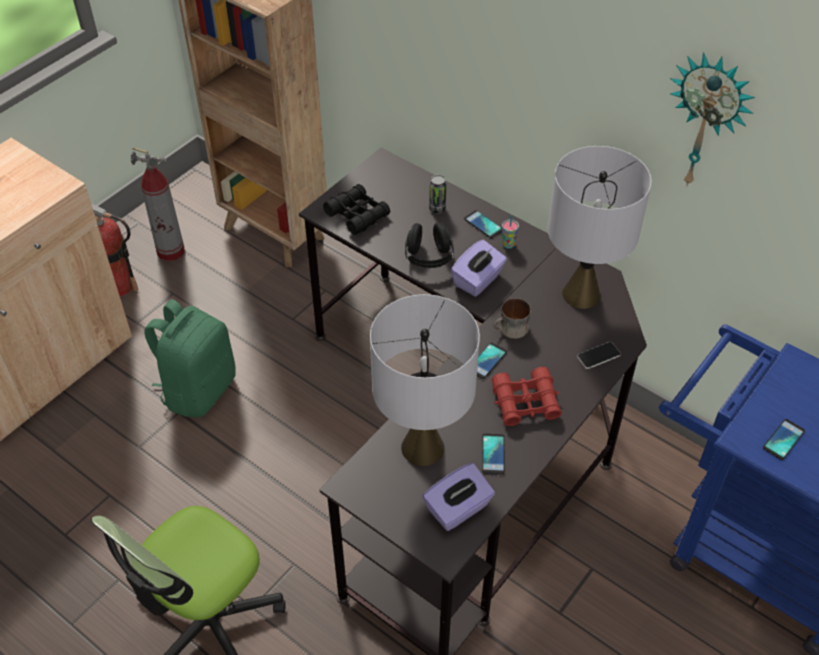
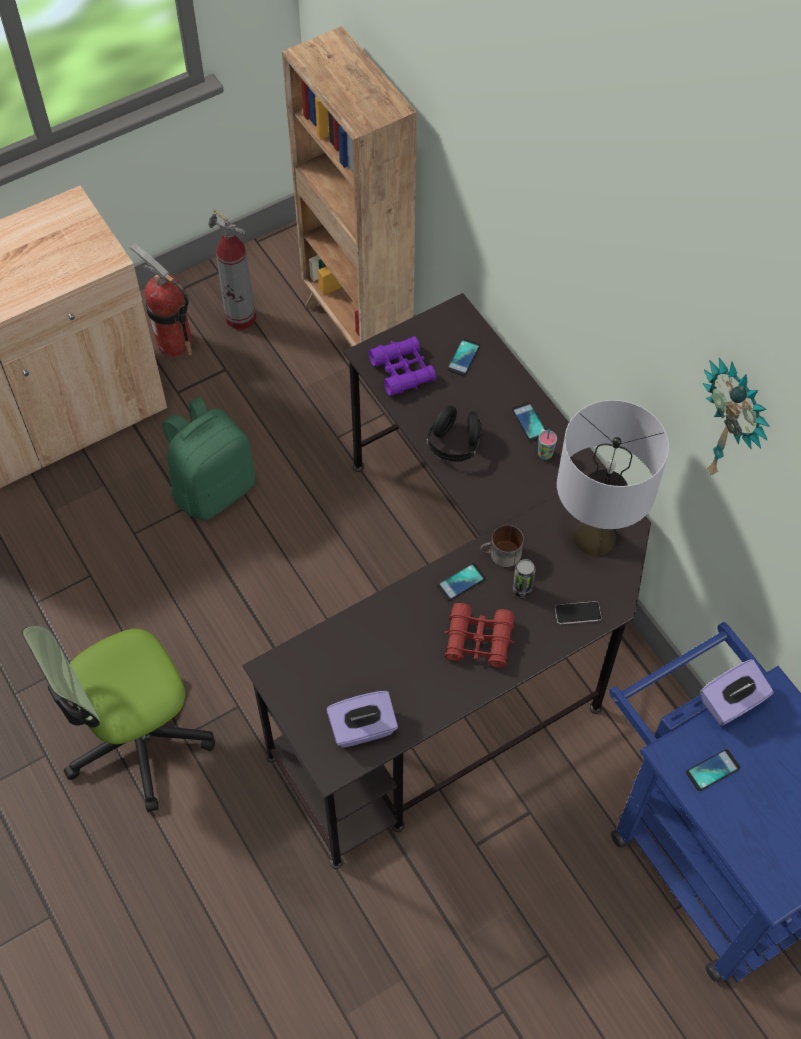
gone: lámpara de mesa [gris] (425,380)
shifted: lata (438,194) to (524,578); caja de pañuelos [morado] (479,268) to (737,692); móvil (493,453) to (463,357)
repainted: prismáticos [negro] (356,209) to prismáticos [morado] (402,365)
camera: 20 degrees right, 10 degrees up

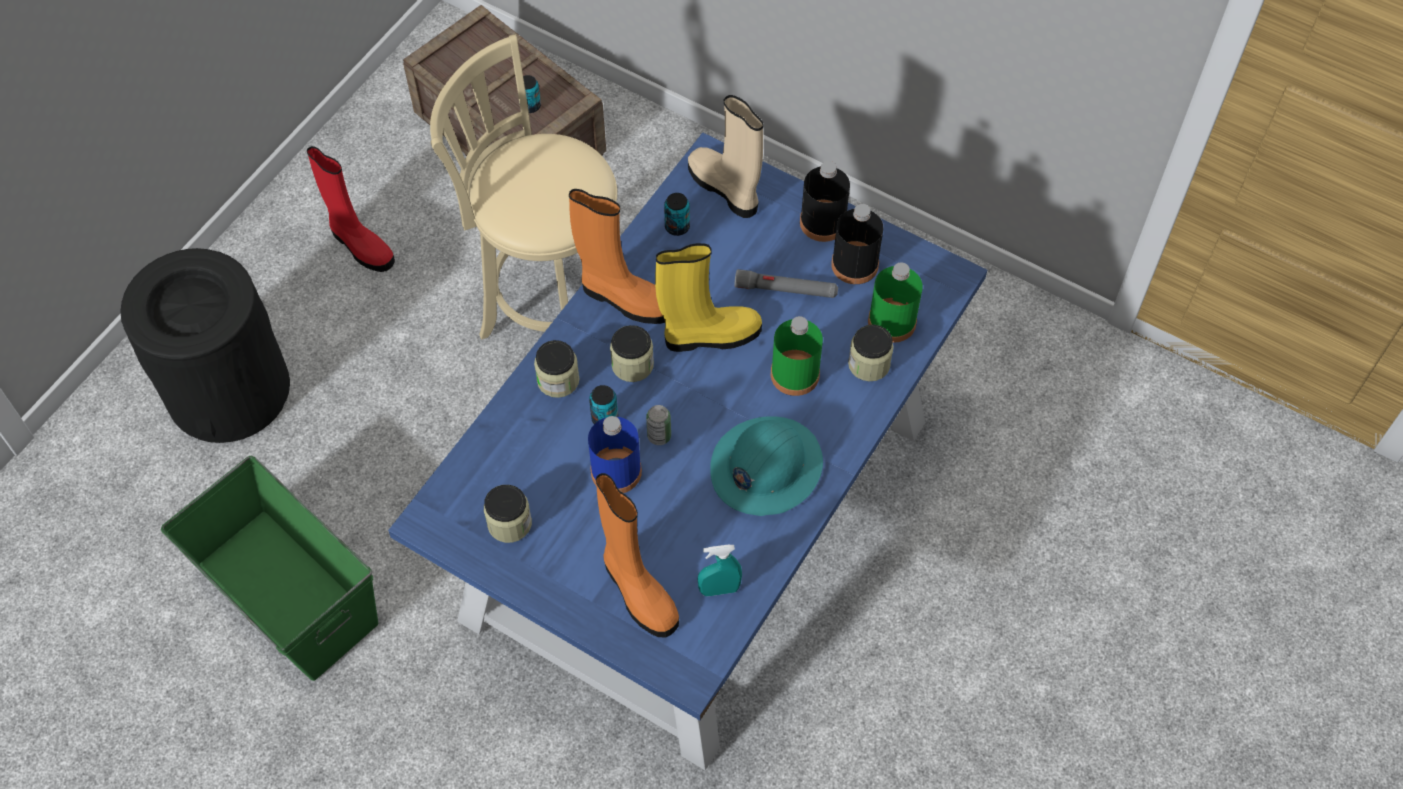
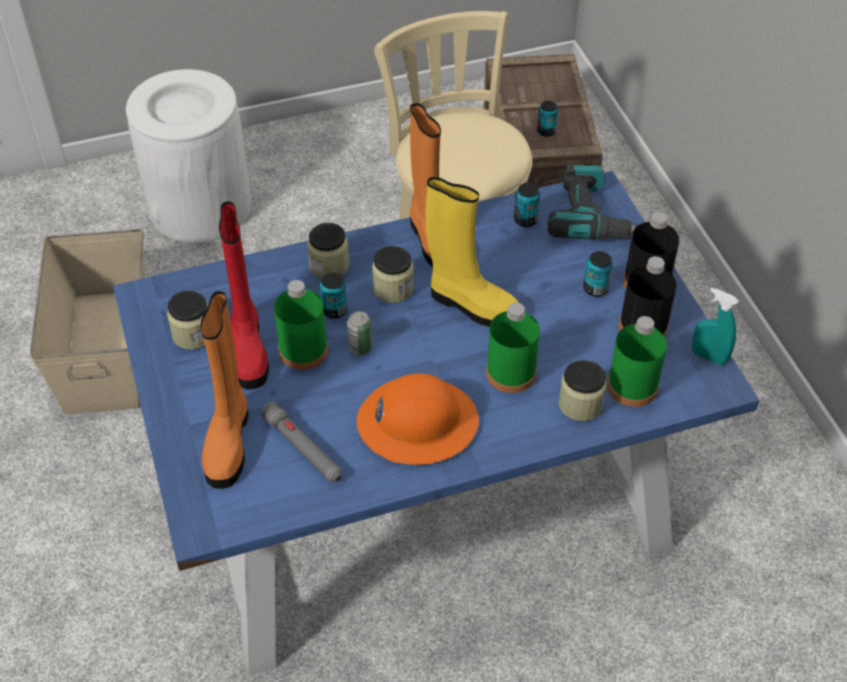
new: lata (598,274)
shifted: bota [rojo] (351,209) to (244,295); pulverizador [turquesa] (720,570) to (715,326); linterna [gris] (786,283) to (301,442)
swapped: bota [beis] (725,156) to taladro (592,202)
repainted: papelera [negro] (205,345) to papelera [blanco] (188,156); caja de almacenaje [verde] (269,568) to caja de almacenaje [beis] (87,322); botella [azul] (615,454) to botella [verde] (301,325); casco [turquesa] (766,466) to casco [naranja] (417,419)
camera: 40 degrees right, 10 degrees down

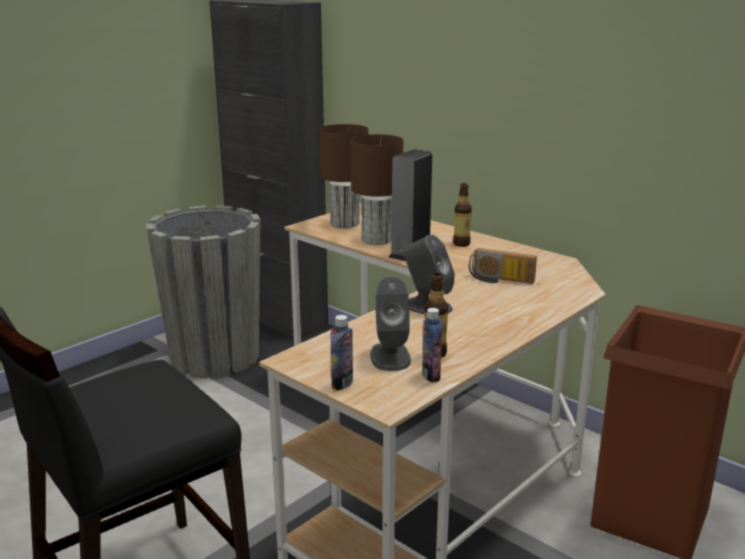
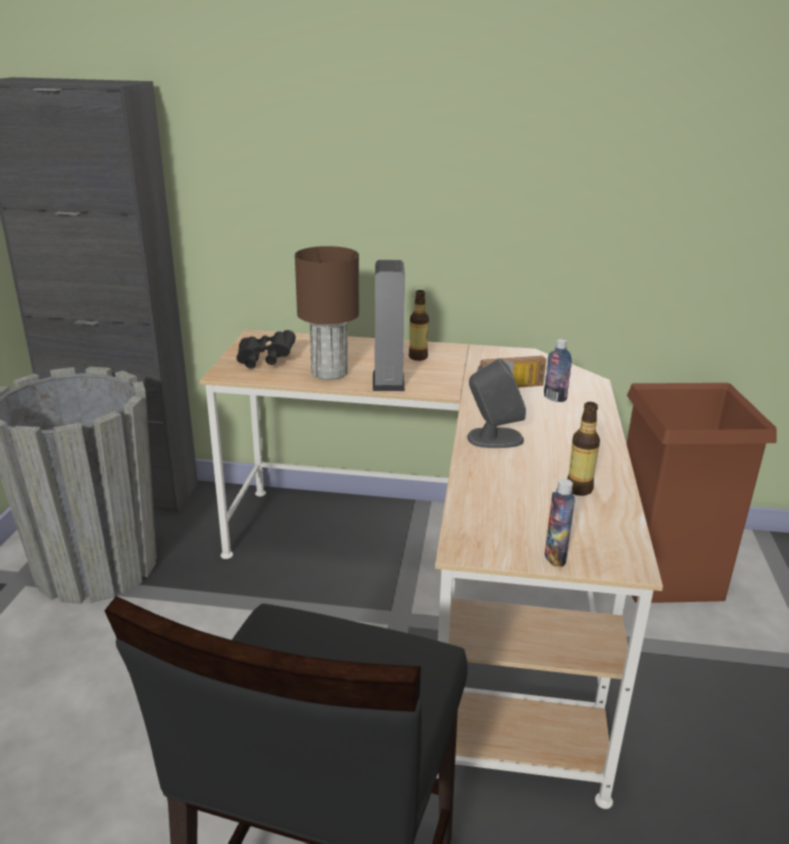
gone: altavoz [gris] (390,323)
shifted: botella (432,345) to (558,370)
swapped: lámpara de mesa [marrón] (344,176) to prismáticos [negro] (266,349)
camera: 35 degrees left, 5 degrees up

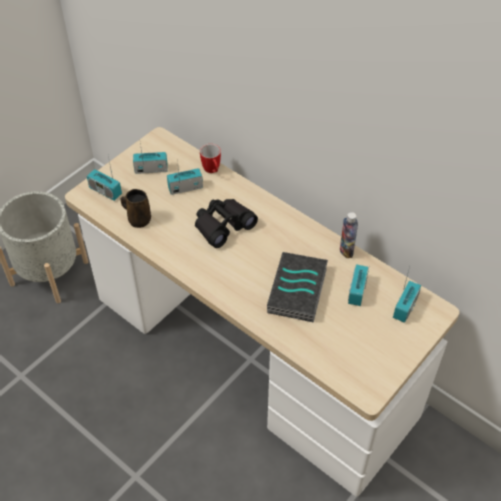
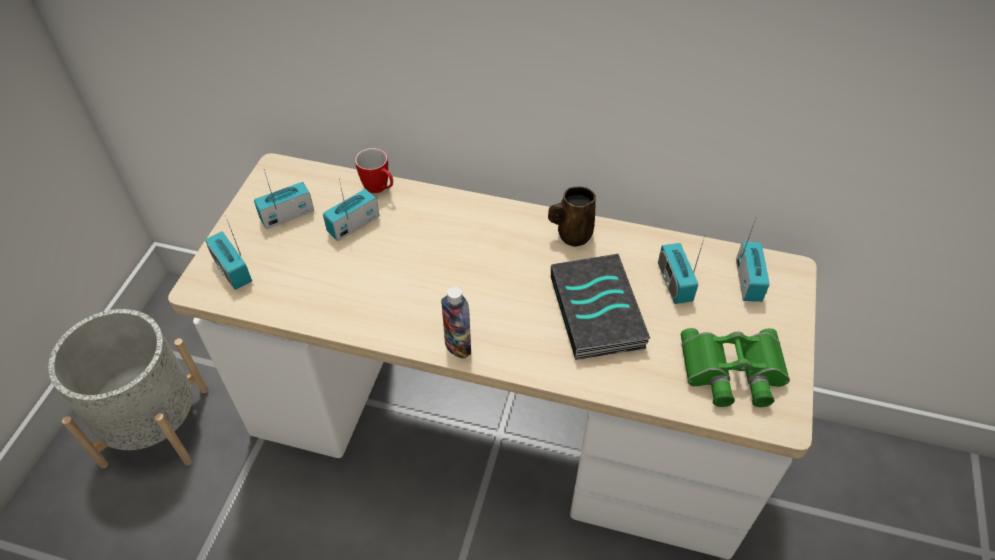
gone: prismáticos [negro] (226,223)
new: prismáticos [verde] (735,367)
shifted: taza grande [marrón] (136,208) to (572,216); botella (349,235) to (456,322)
rotated: radio (104,178) = (228,252) 45 degrees clockwise
camera: 25 degrees left, 0 degrees up

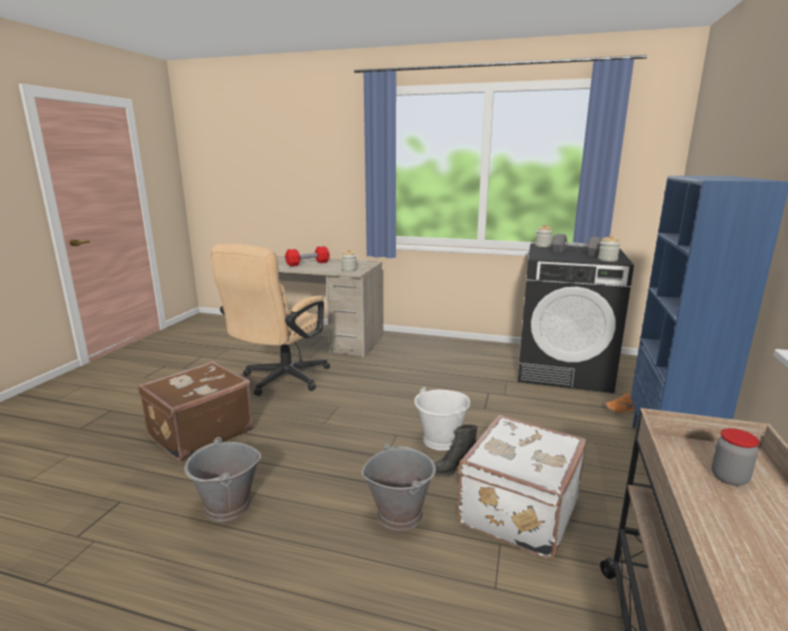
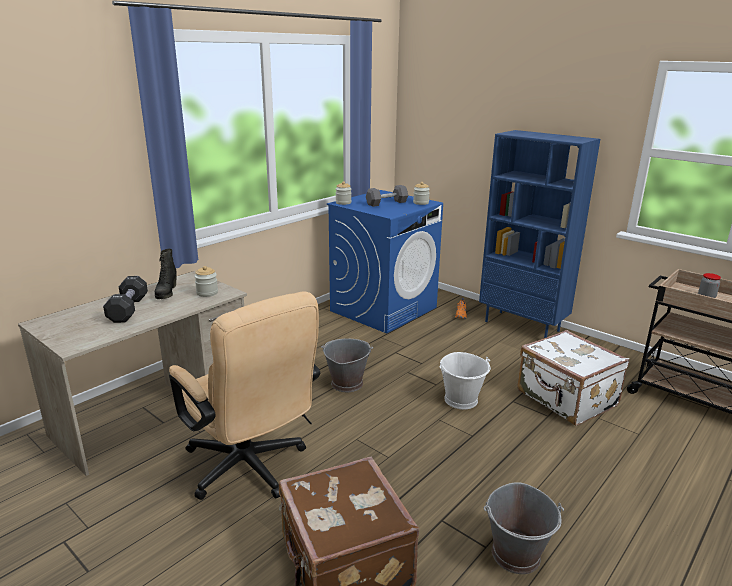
shifted: cubo [gris] (399,487) to (347,365); bota [negro] (455,450) to (166,274)
repainted: mancuerna [rojo] (307,256) to mancuerna [negro] (125,299); lavadora [negro] (576,318) to lavadora [azul] (385,262)
camera: 65 degrees left, 5 degrees up

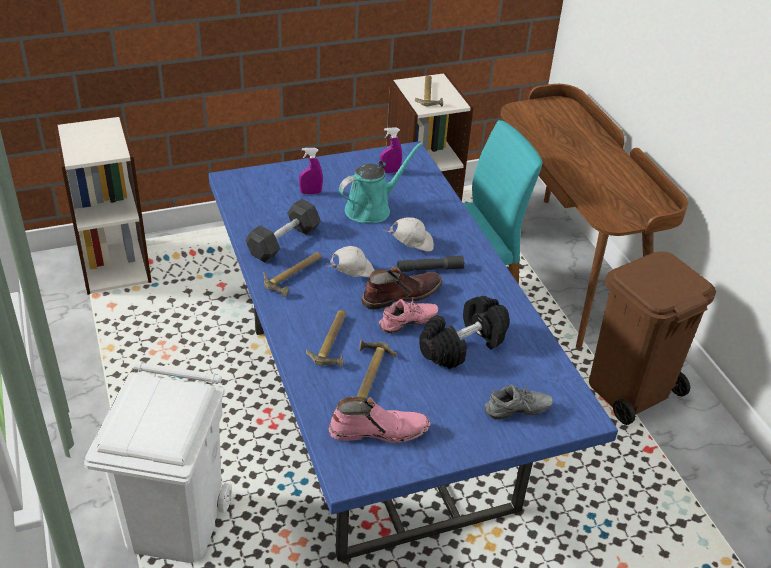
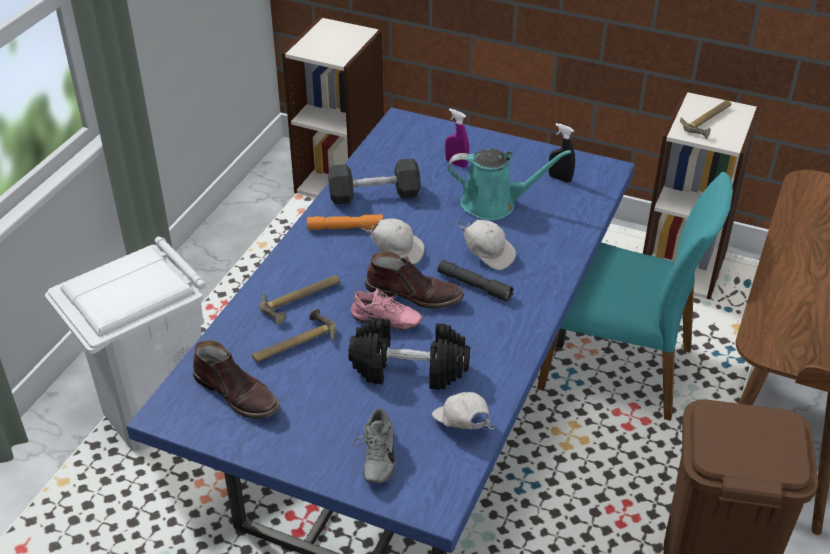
new: gorra [blanco] (463,410)
swapped: martillo (292,274) to linterna [naranja] (345,222)
repainted: bota [rosa] (379,420) to bota [marrón] (236,379); pulverizador [morado] (391,150) to pulverizador [negro] (562,152)
rotated: zapato [gris] (519,402) = (374,445) 60 degrees clockwise
camera: 45 degrees right, 0 degrees up

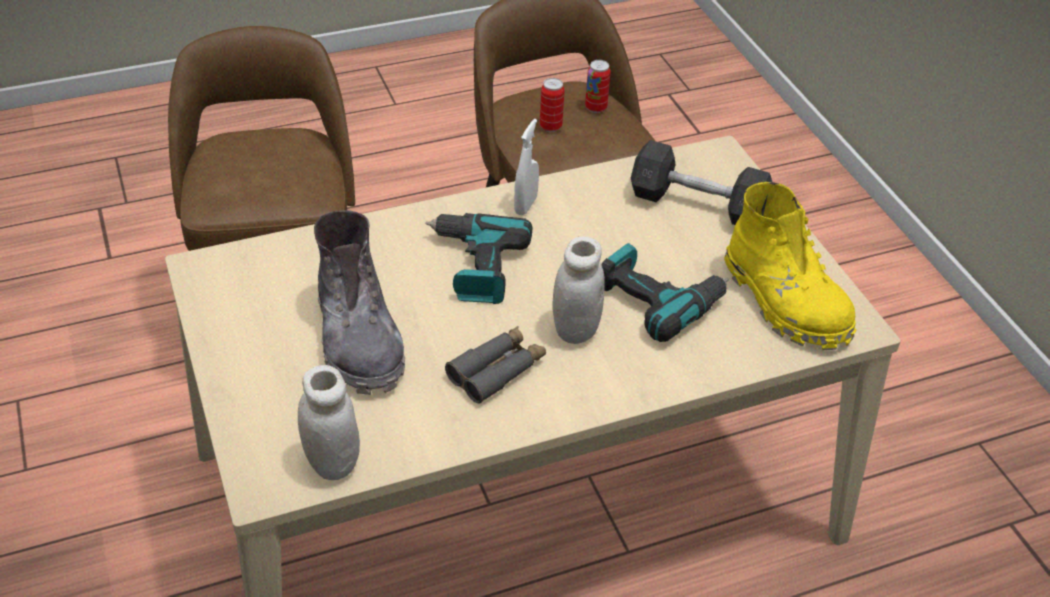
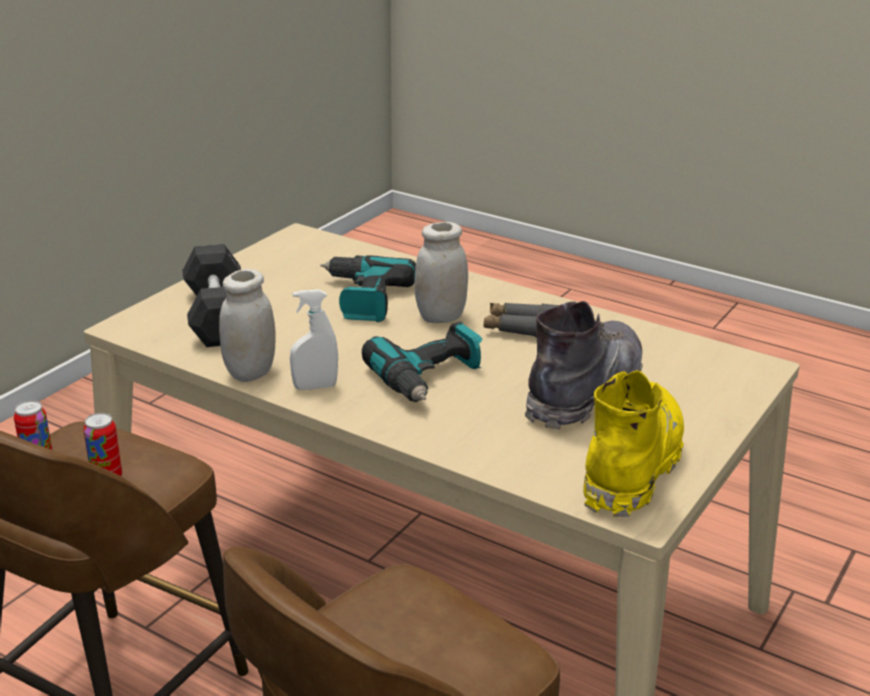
shifted: tarro [blanco] (329,422) to (247,325); bota [amarillo] (790,266) to (633,444)
camera: 125 degrees left, 15 degrees down

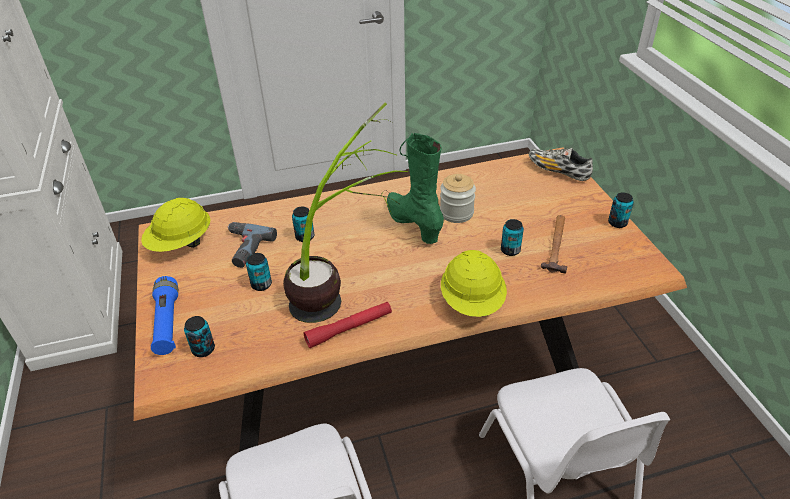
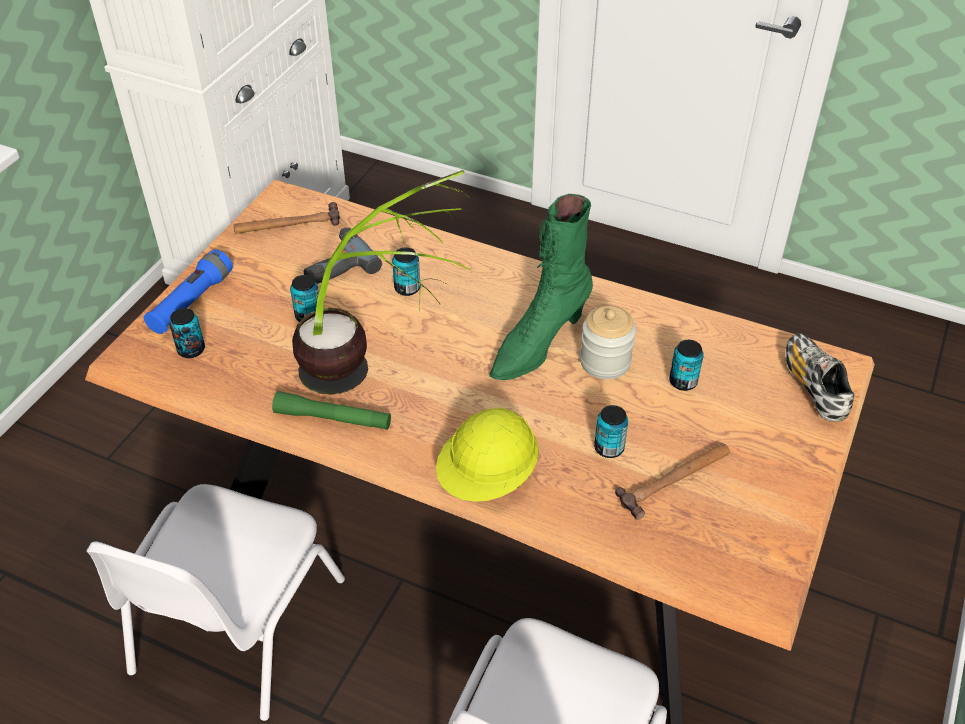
shifted: lata (621,210) to (686,365)
swapped: casco [amarillo] (175,225) to martillo (287,218)
repainted: linterna [rojo] (348,325) to linterna [verde] (331,410)
rotated: bota [verde] (415,188) = (541,287) 150 degrees counterclockwise
camera: 40 degrees right, 5 degrees up

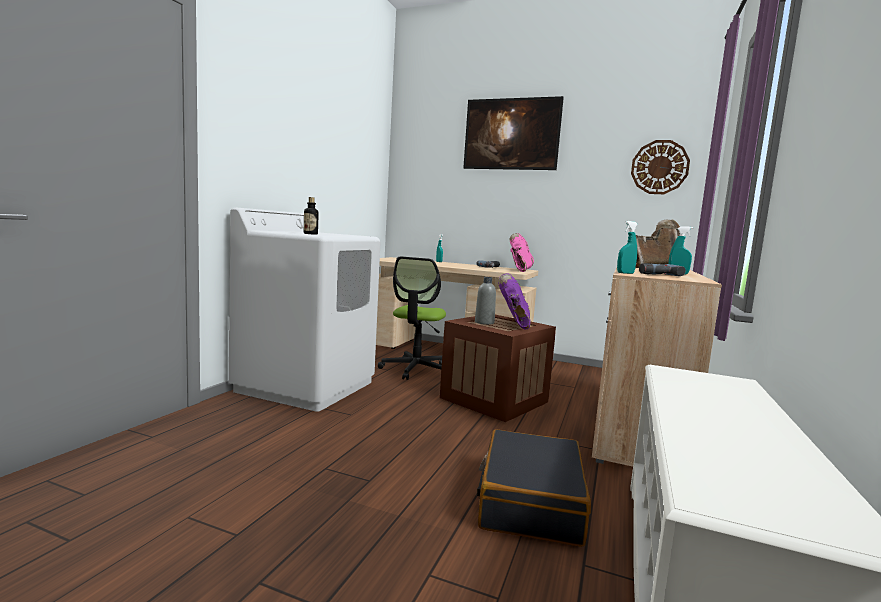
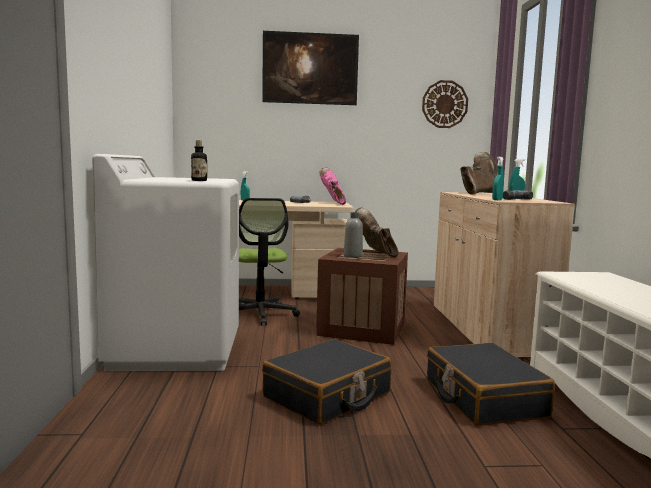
new: maleta [negro] (326,382)
repainted: bota [morado] (514,301) to bota [marrón] (376,232)
camera: 25 degrees left, 0 degrees up

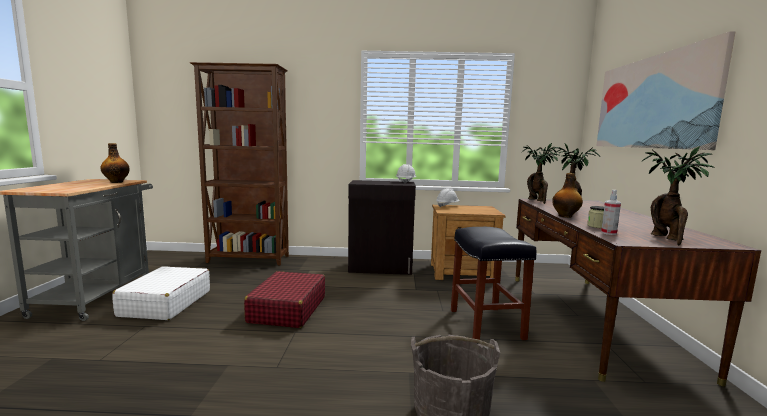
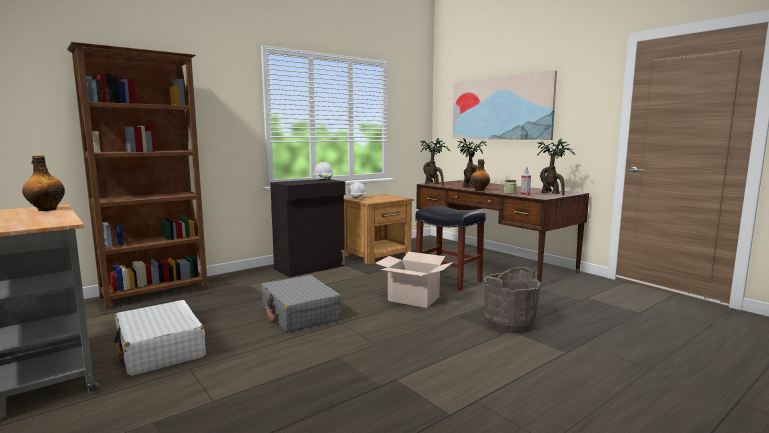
new: caja de cartón (415,280)
repainted: maleta [rojo] (284,299) to maleta [gris] (301,303)
camera: 40 degrees left, 0 degrees up

